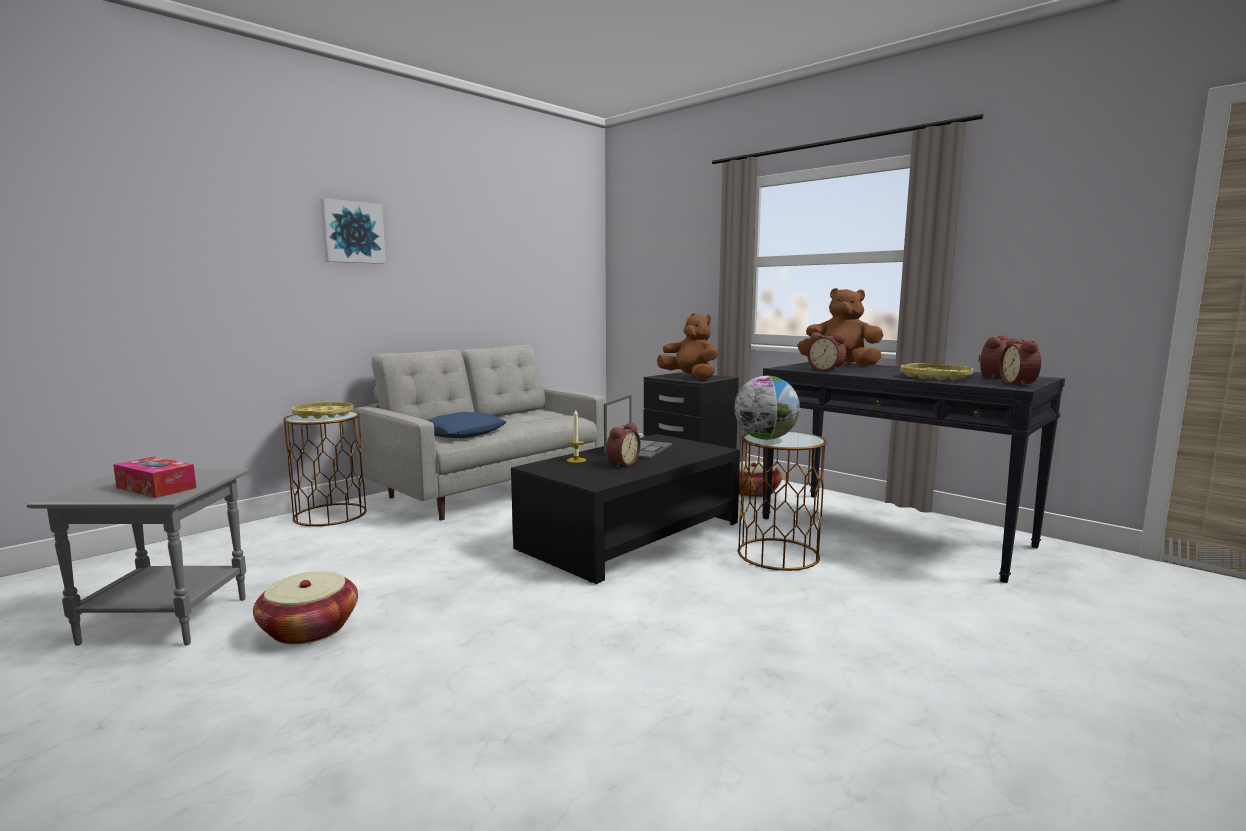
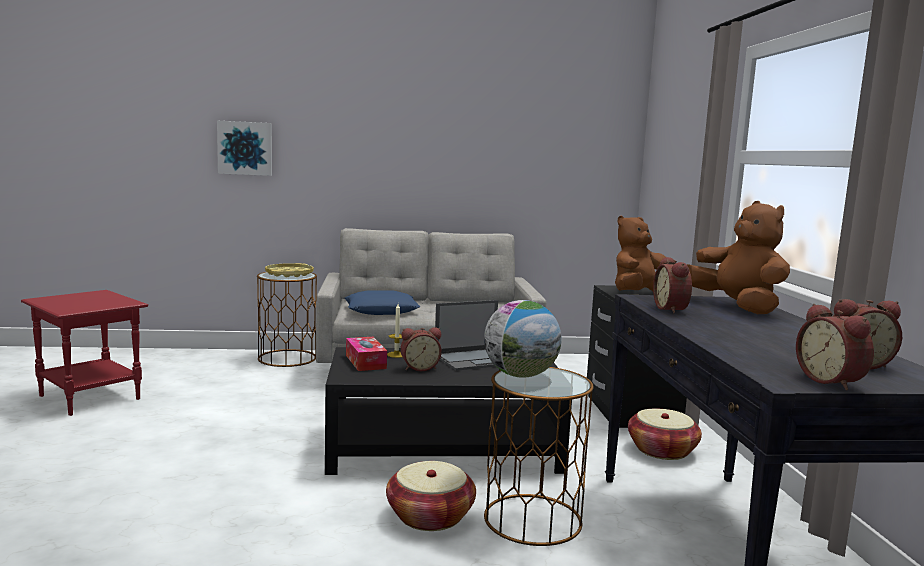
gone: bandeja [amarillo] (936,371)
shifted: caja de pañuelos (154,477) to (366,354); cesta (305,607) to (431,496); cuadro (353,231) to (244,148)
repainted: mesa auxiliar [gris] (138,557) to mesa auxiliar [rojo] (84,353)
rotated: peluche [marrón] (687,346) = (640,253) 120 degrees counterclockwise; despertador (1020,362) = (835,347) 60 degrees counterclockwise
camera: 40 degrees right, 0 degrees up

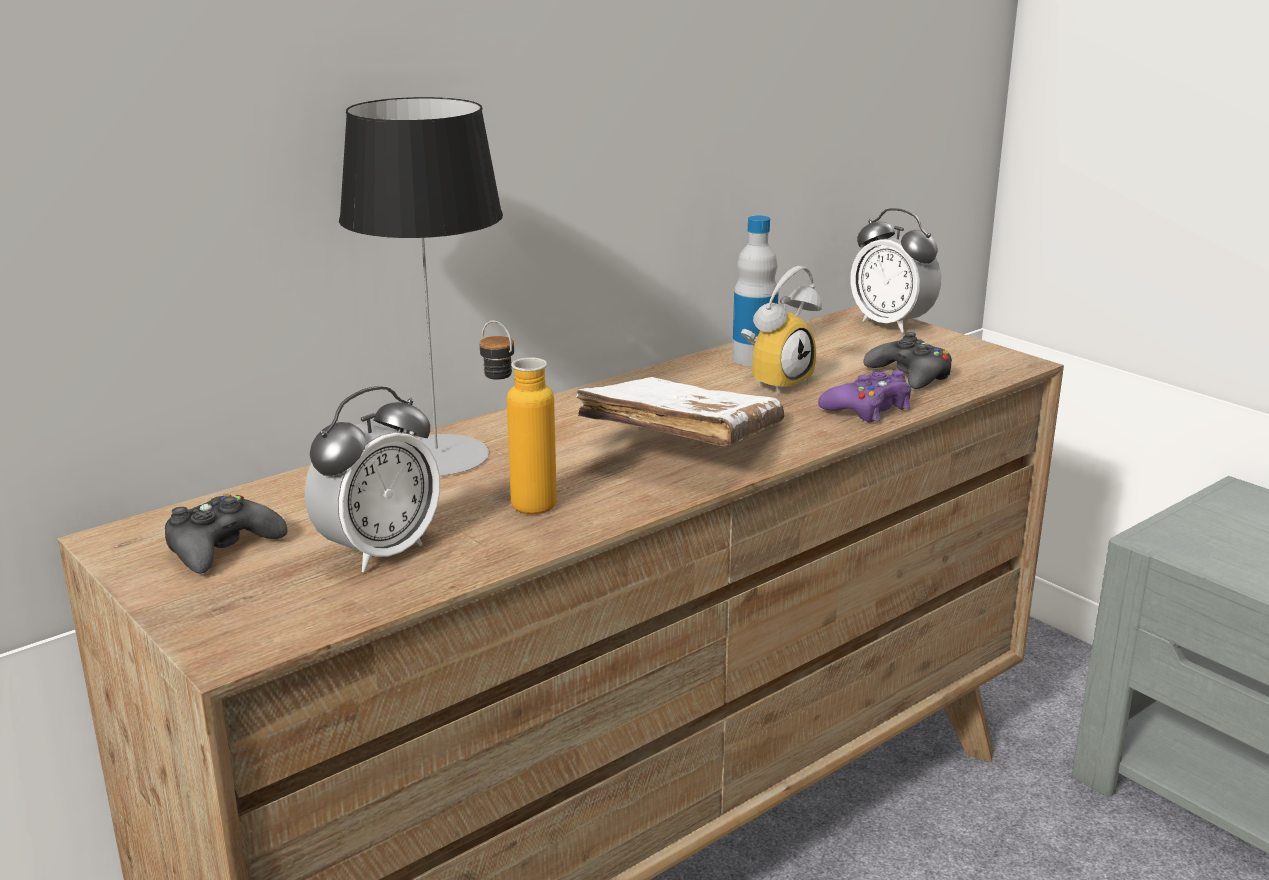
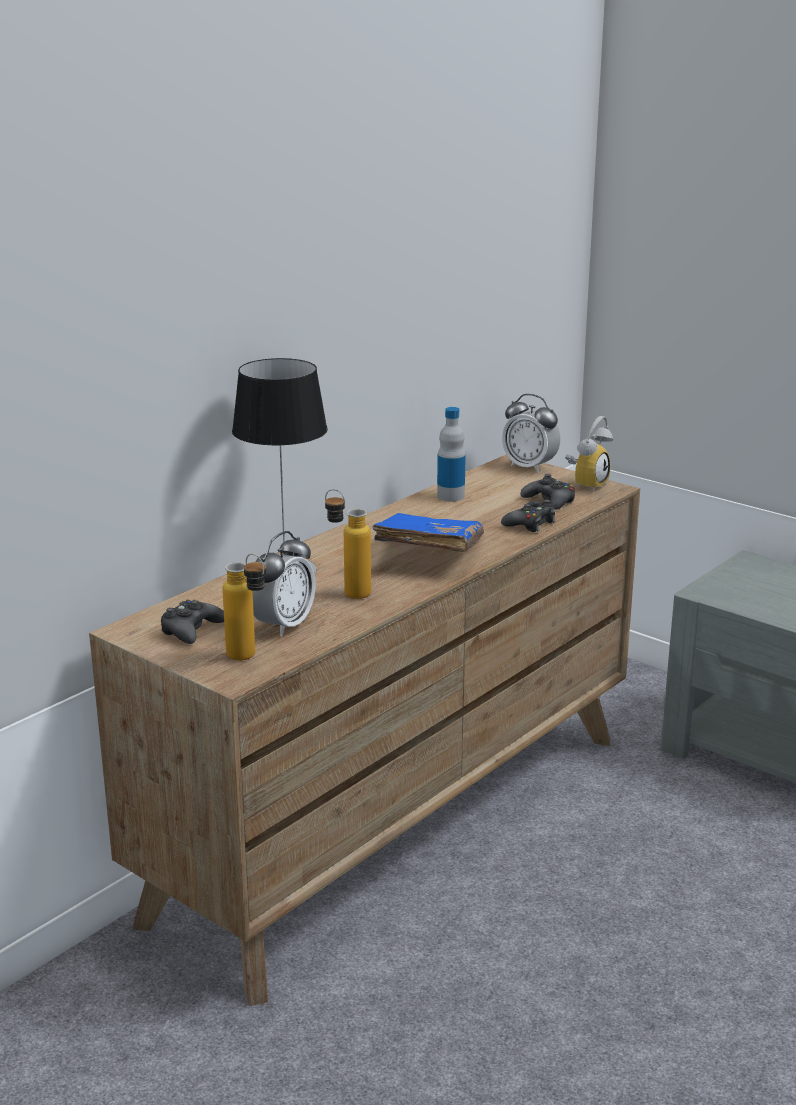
new: botella (244,607)
shifted: despertador (781,330) to (589,454)
repainted: libro [blanco] (680,411) to libro [azul] (428,532); mando de consola [morado] (864,396) to mando de consola [negro] (528,516)
camera: 10 degrees left, 0 degrees up

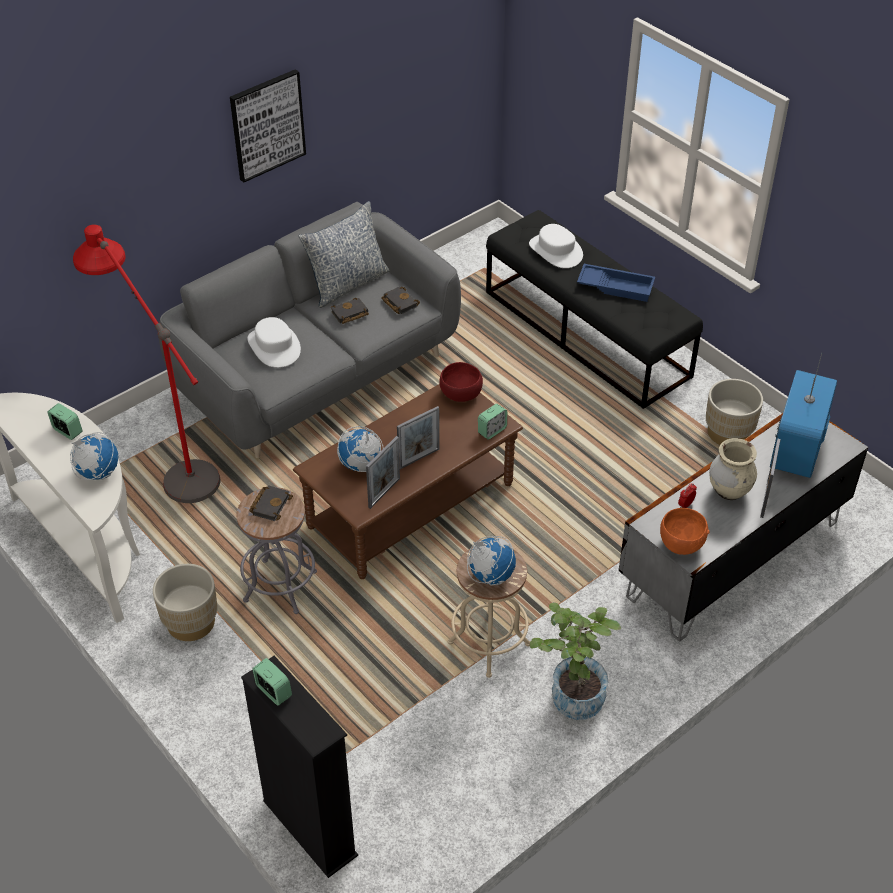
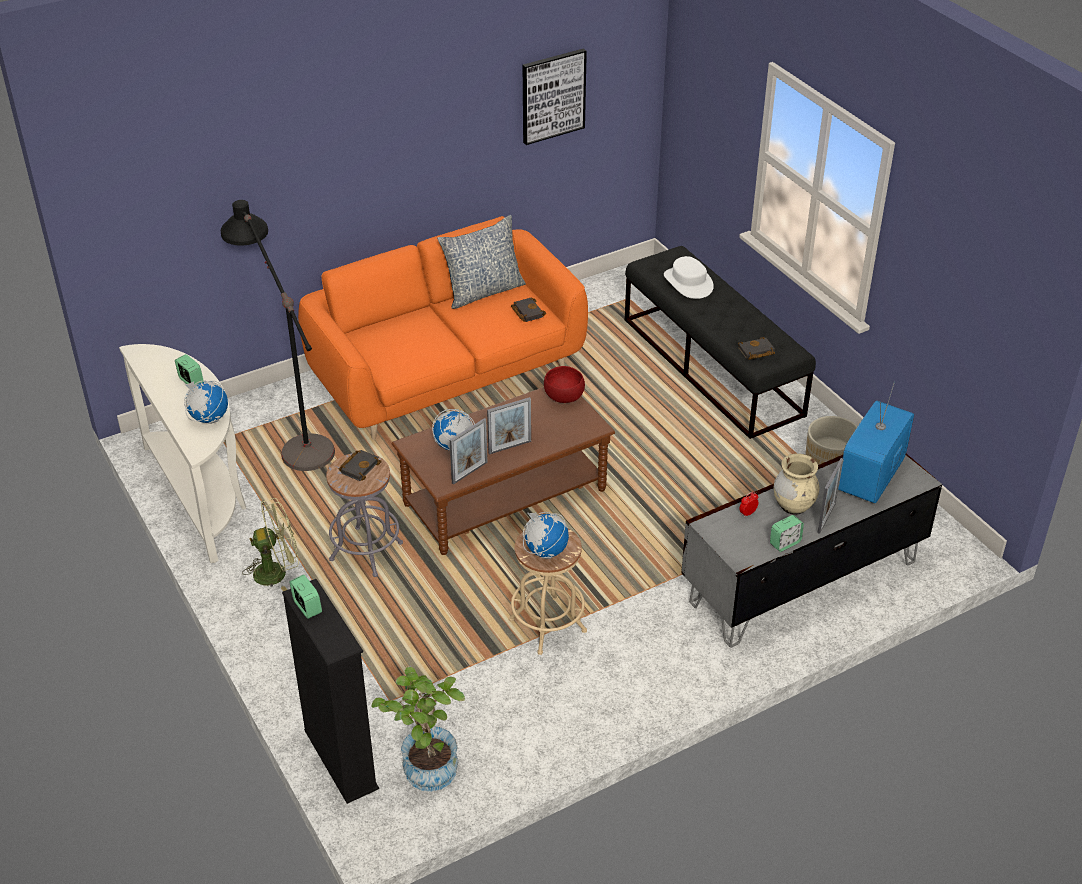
gone: sombrero [blanco] (274,342); bandeja [azul] (616,283); cuenco [naranja] (684,531)
shifted: cuadro (268,126) to (555,96); libro [negro] (350,311) to (756,348); despertador (492,422) to (787,533); planta en maceta (575,661) to (418,729)
swapped: maceta [beis] (185,602) to ventilador [verde] (270,544)
repainted: lámpara de pie [rojo] (147,363) to lámpara de pie [negro] (278,335); sofá [gris] (310,330) to sofá [naranja] (443,328)
camera: 10 degrees right, 5 degrees down

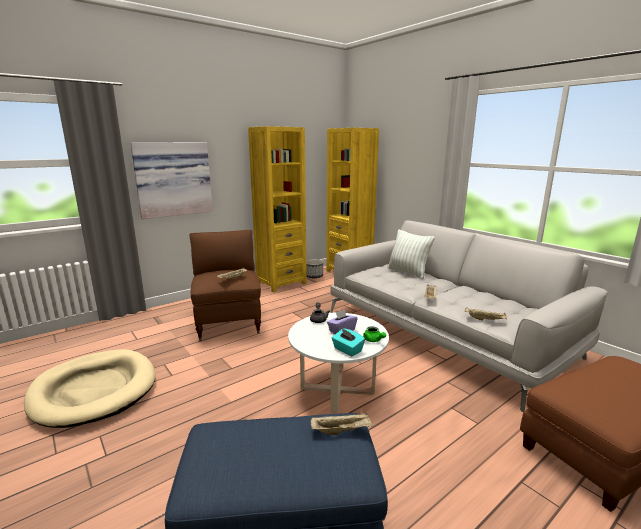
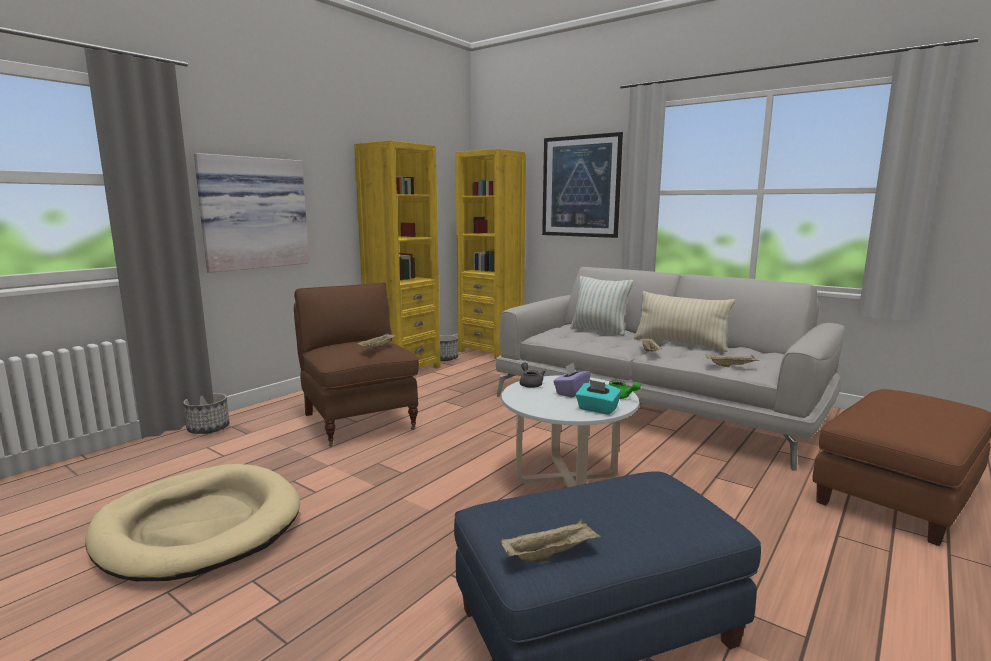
new: maceta (206,413); cuadro (582,185); cojín [beis] (684,321)
shifted: bandeja [beis] (342,423) to (551,540)
camera: 15 degrees left, 5 degrees down

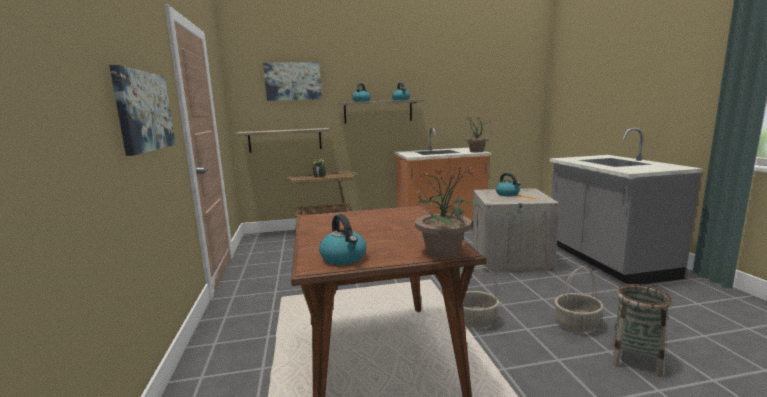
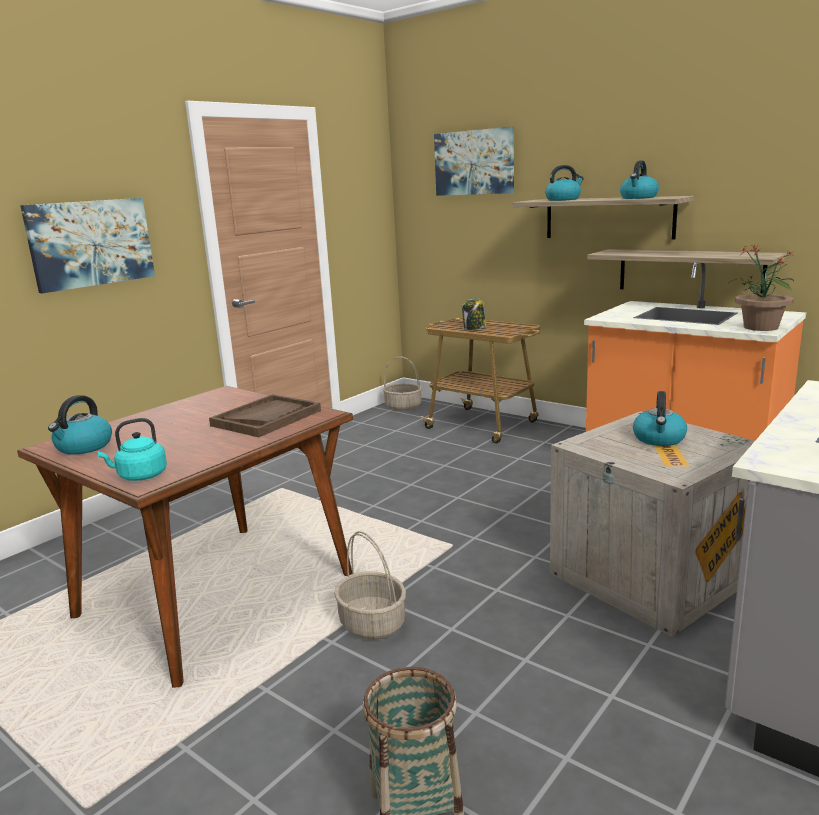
new: bandeja [marrón] (265,415)
shifted: estante (282,140) to (687,271); cesta (579,299) to (402,383)
swapped: planta en maceta (447,210) to hervidor [turquesa] (132,449)
camera: 50 degrees right, 5 degrees up

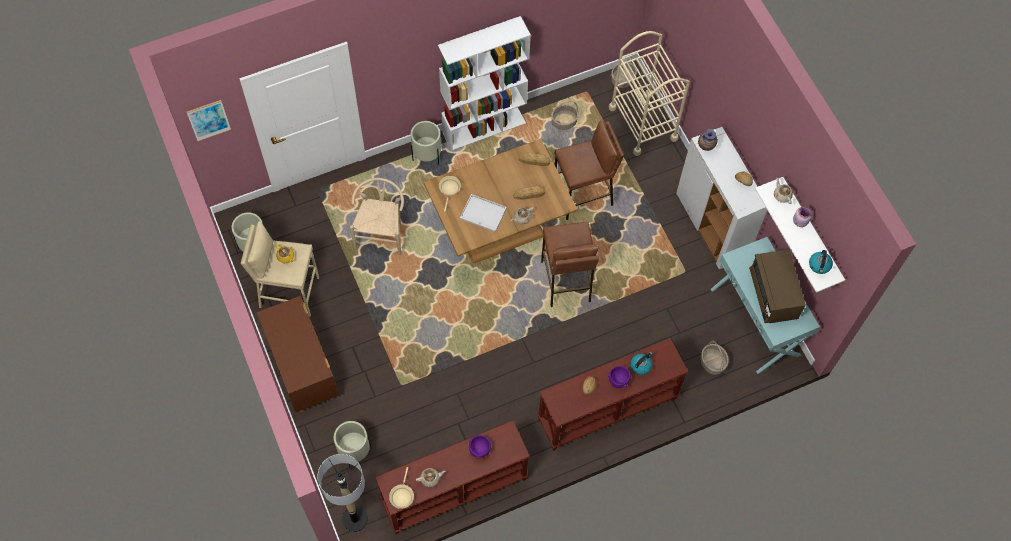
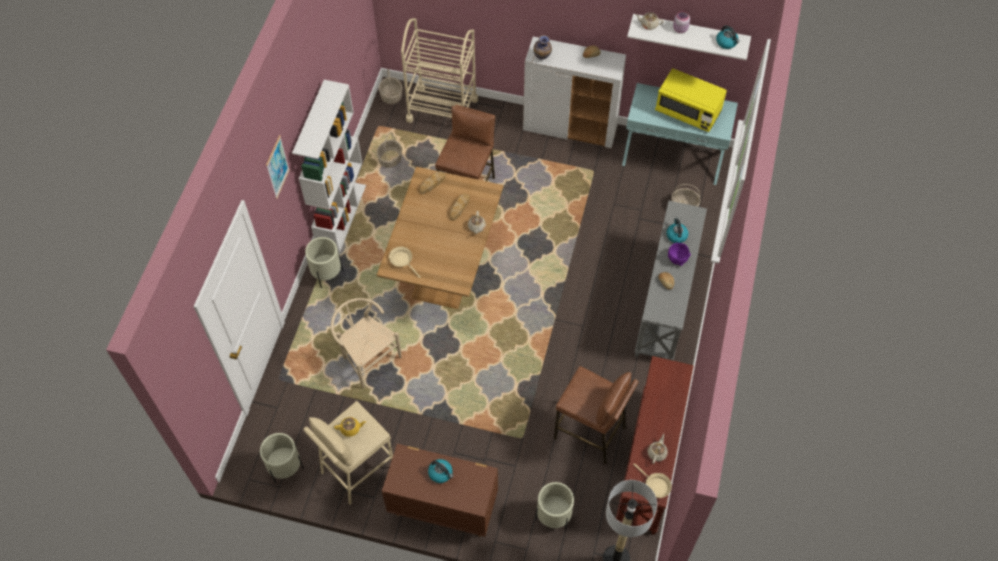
gone: bandeja [blanco] (483,213); cuenco [morado] (480,447)
new: hervidor (440,471)
shifted: cuadro (209,120) to (278,167); taburete [marrón] (570,264) to (596,415)
repainted: mesa consola [marrón] (612,394) to mesa consola [gris] (671,281); microondas [marrón] (777,286) to microondas [amarillo] (691,100)
camera: 50 degrees left, 5 degrees down

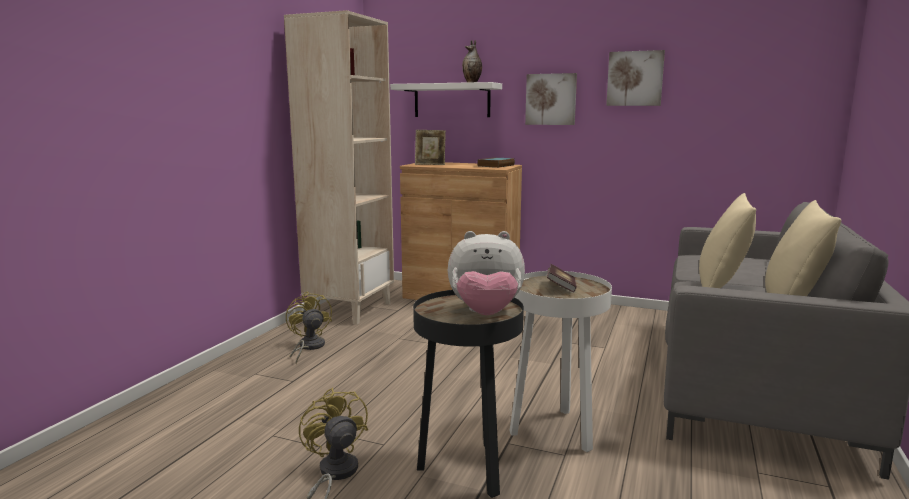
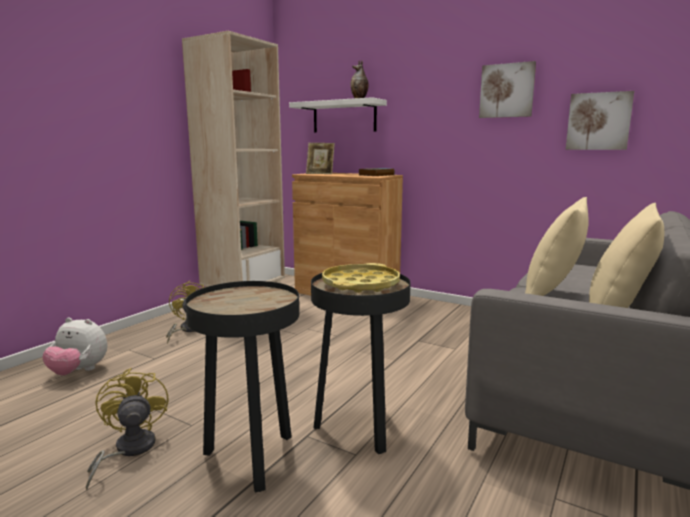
shifted: peluche (486,273) to (75,346); cuadro (551,99) to (600,120)
swapped: libro (562,278) to bandeja [amarillo] (361,278)
repainted: mesa auxiliar [blanco] (561,361) to mesa auxiliar [negro] (361,363)
camera: 10 degrees right, 0 degrees up

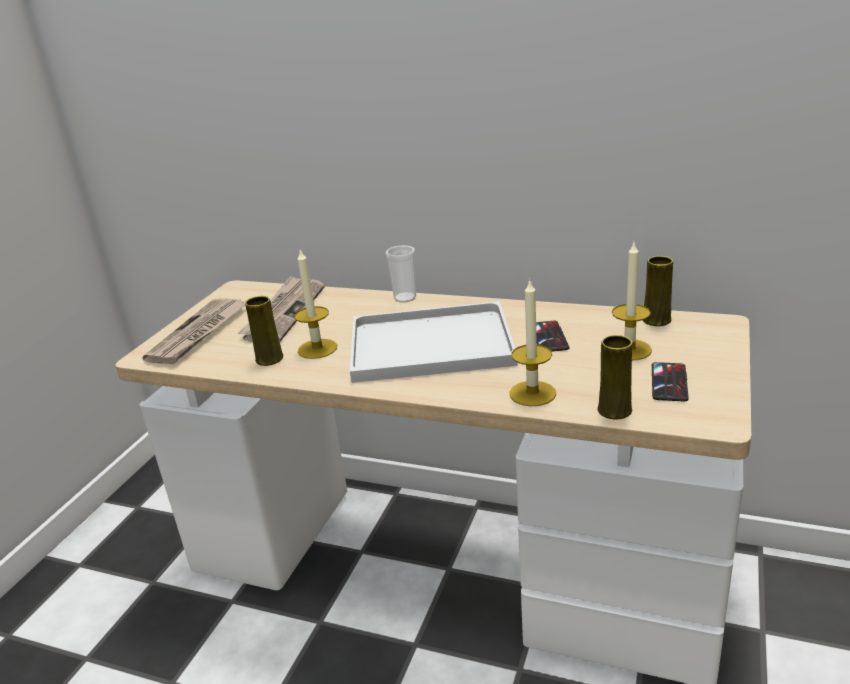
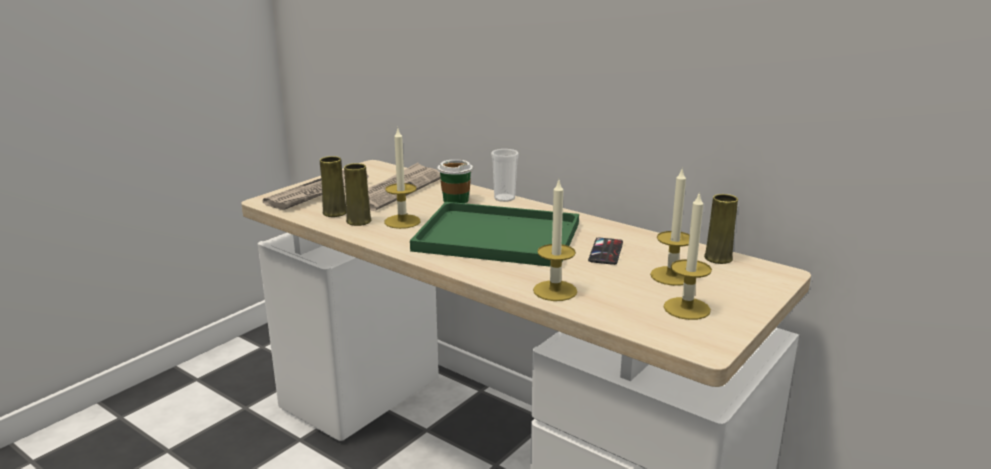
new: taza (455,181)
shifted: florero [amarillo] (615,377) to (333,186)
swapped: móvil (670,381) to vela (687,255)
repainted: bandeja [blanco] (434,342) to bandeja [verde] (494,234)
camera: 15 degrees right, 5 degrees down

